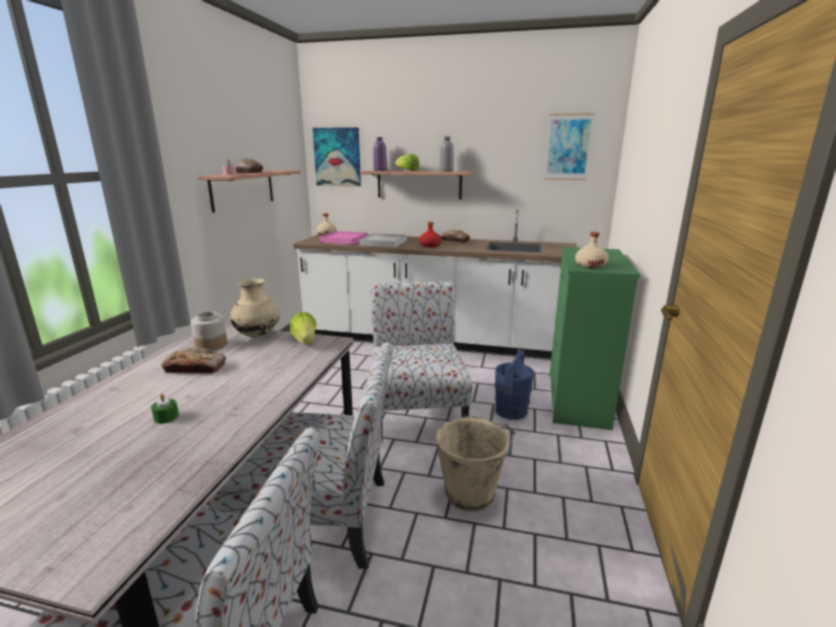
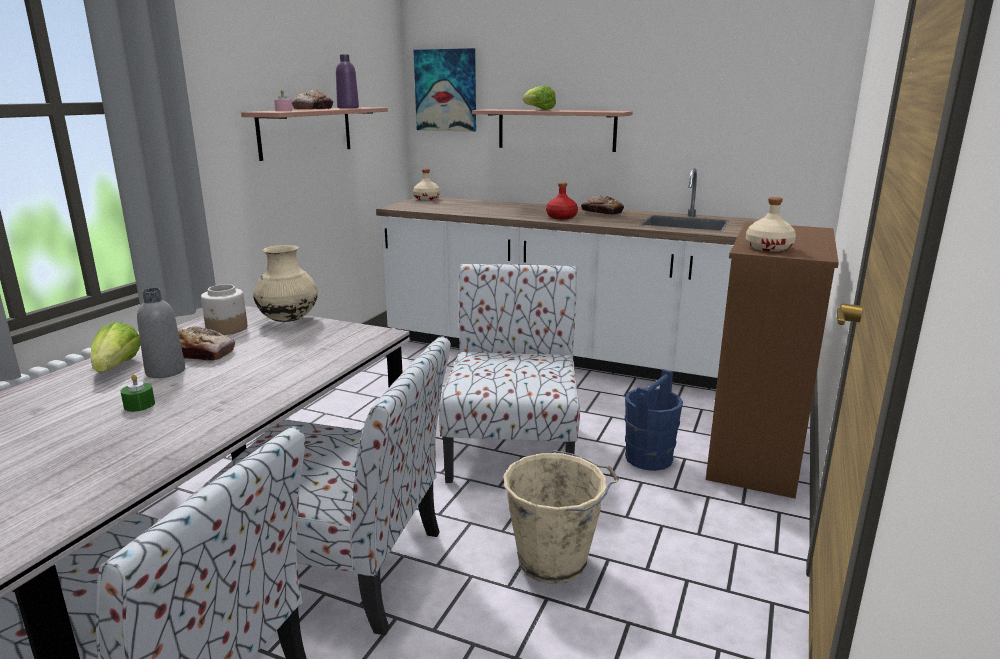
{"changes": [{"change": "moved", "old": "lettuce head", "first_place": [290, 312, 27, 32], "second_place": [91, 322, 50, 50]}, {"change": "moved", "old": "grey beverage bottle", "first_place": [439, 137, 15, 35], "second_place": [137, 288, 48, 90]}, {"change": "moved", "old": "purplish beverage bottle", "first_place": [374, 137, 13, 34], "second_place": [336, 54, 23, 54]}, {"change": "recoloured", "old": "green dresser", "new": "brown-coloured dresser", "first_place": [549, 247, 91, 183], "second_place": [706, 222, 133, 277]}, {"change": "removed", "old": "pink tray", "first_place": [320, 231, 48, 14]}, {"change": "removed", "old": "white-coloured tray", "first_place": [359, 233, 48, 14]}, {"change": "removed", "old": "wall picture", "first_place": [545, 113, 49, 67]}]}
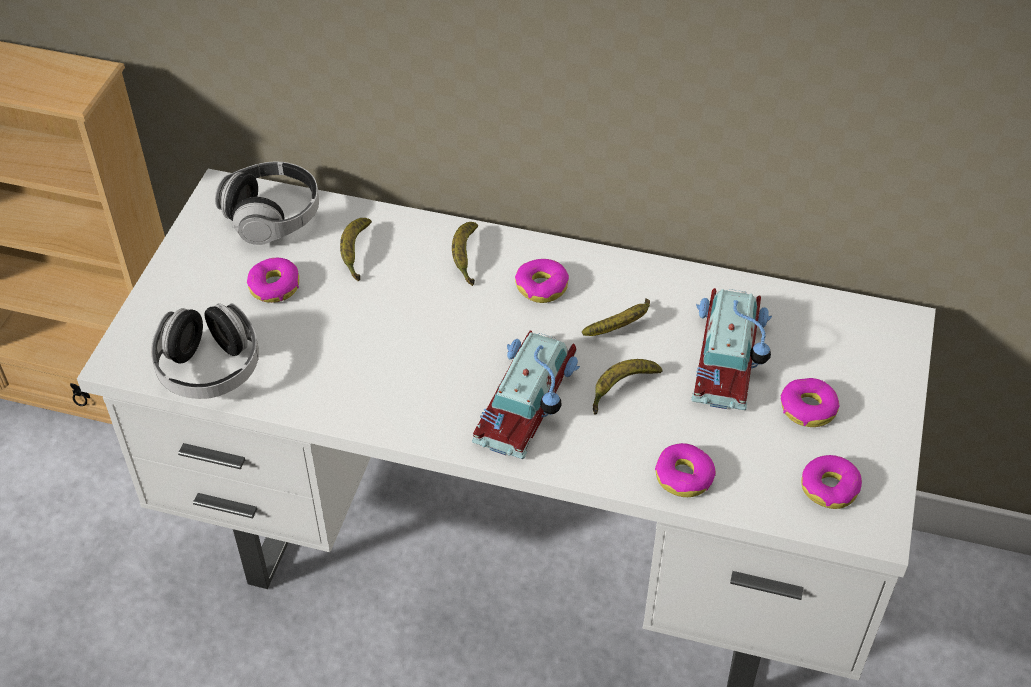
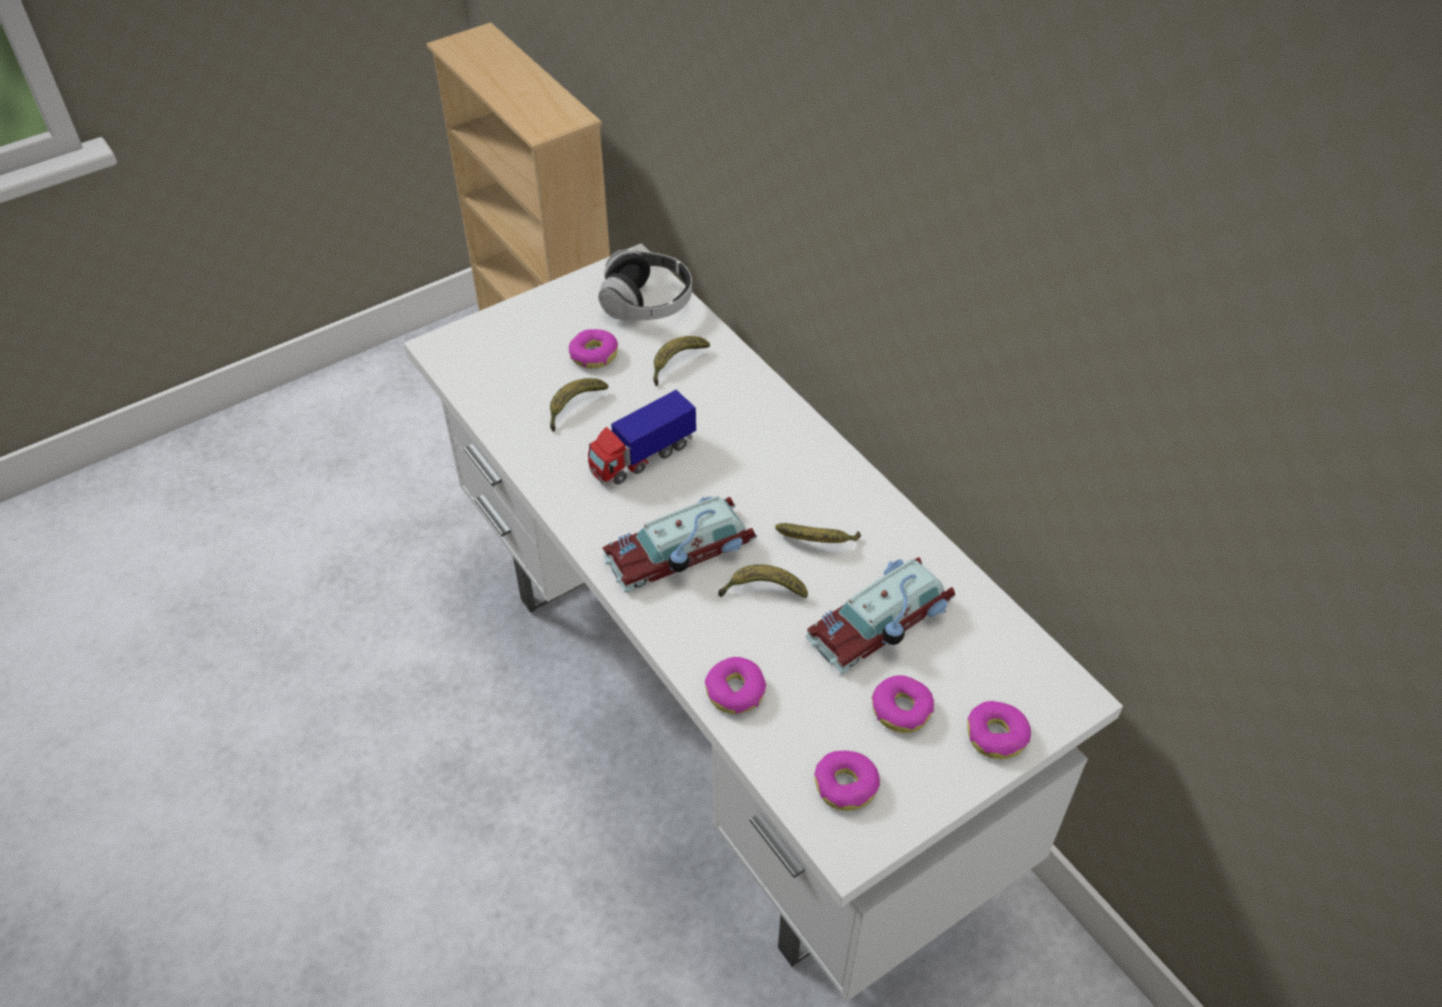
{"changes": [{"change": "moved", "old": "banana", "first_place": [452, 222, 26, 64], "second_place": [550, 378, 59, 54]}, {"change": "added", "new": "model truck", "second_place": [588, 390, 108, 96]}, {"change": "moved", "old": "doughnut", "first_place": [515, 259, 54, 44], "second_place": [967, 701, 64, 58]}, {"change": "removed", "old": "pair of headphones", "first_place": [151, 303, 108, 96]}]}
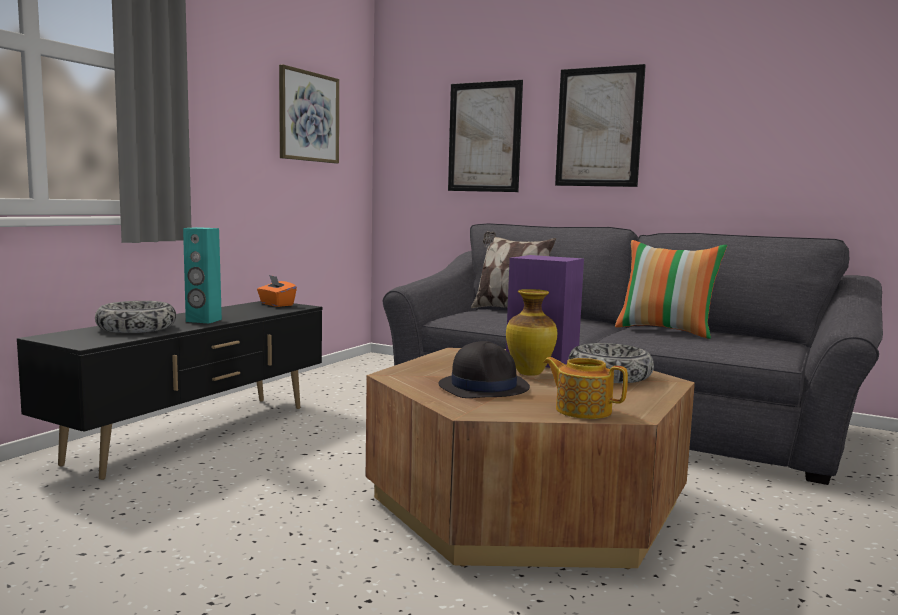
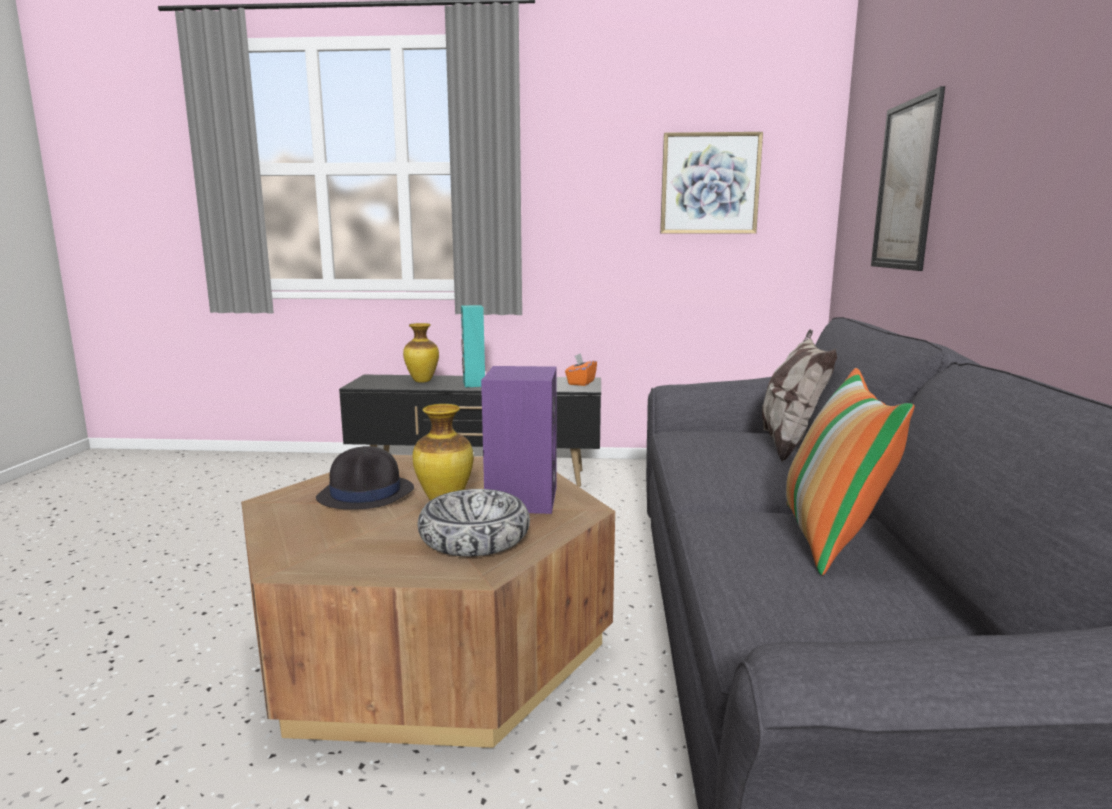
{"changes": [{"change": "replaced", "old": "serving bowl", "new": "flower vase", "first_place": [95, 301, 81, 32], "second_place": [403, 323, 36, 60]}, {"change": "removed", "old": "teapot", "first_place": [543, 357, 85, 62]}, {"change": "removed", "old": "wall picture", "first_place": [555, 64, 91, 123]}]}
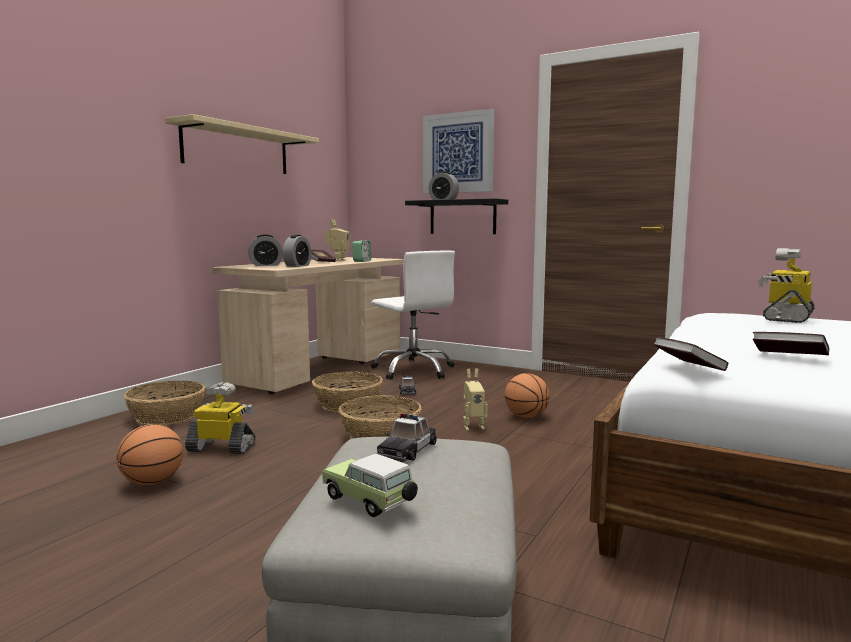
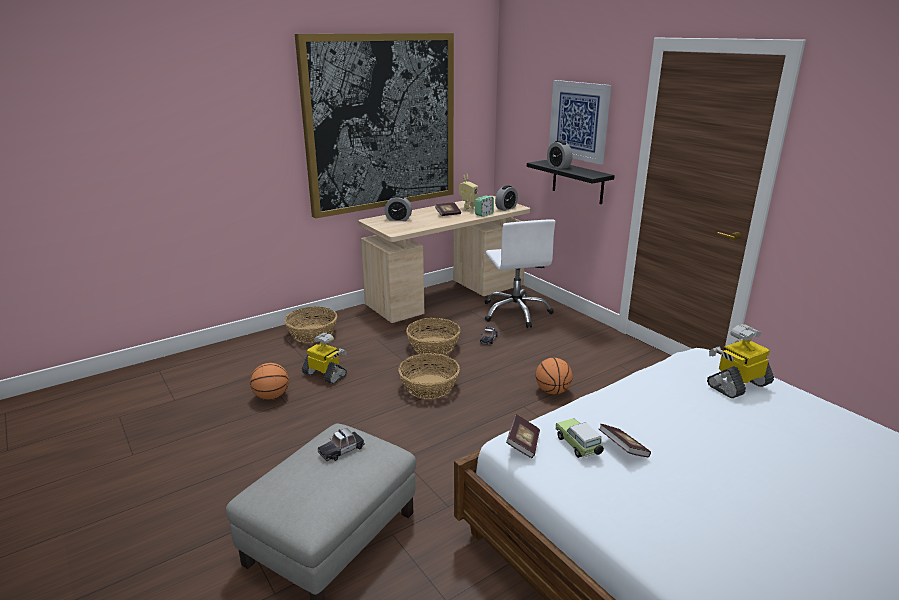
{"changes": [{"change": "replaced", "old": "sand-coloured shelf", "new": "wall picture", "first_place": [165, 114, 154, 60], "second_place": [295, 33, 159, 186]}, {"change": "moved", "old": "alarm clock", "first_place": [283, 235, 28, 32], "second_place": [495, 185, 23, 26]}, {"change": "moved", "old": "model car", "first_place": [322, 454, 96, 63], "second_place": [555, 418, 49, 40]}, {"change": "removed", "old": "toy robot", "first_place": [463, 368, 25, 63]}]}
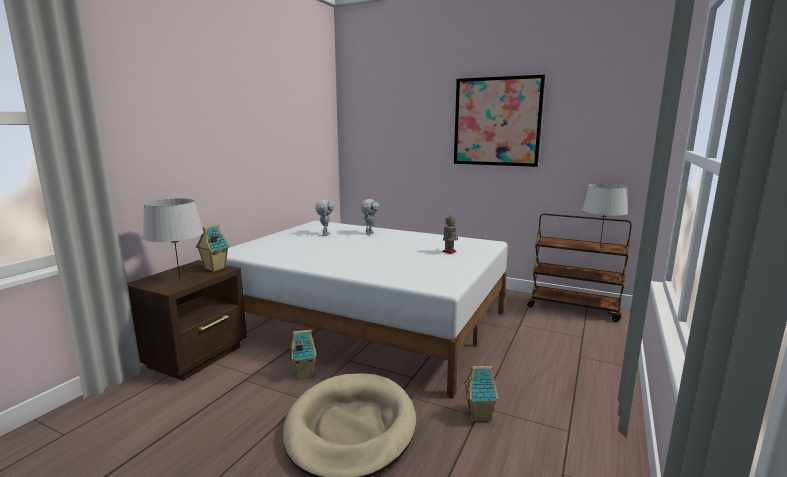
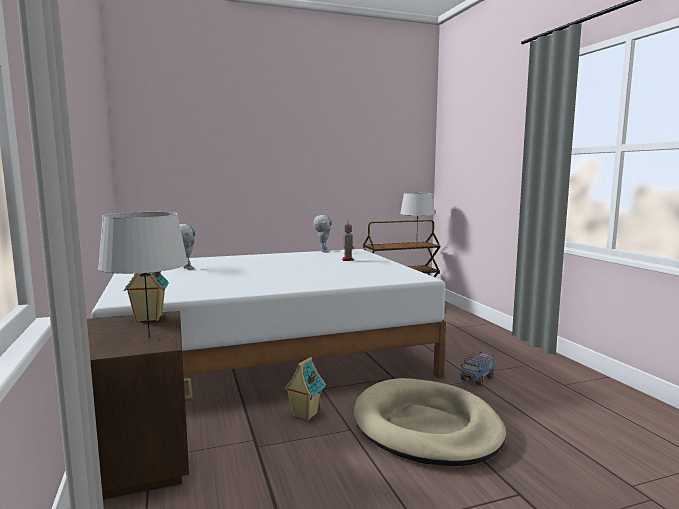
{"changes": [{"change": "moved", "old": "toy robot", "first_place": [361, 199, 18, 36], "second_place": [313, 215, 19, 38]}, {"change": "replaced", "old": "miniature house", "new": "model truck", "first_place": [464, 364, 34, 58], "second_place": [460, 352, 35, 34]}, {"change": "removed", "old": "wall picture", "first_place": [454, 74, 91, 93]}]}
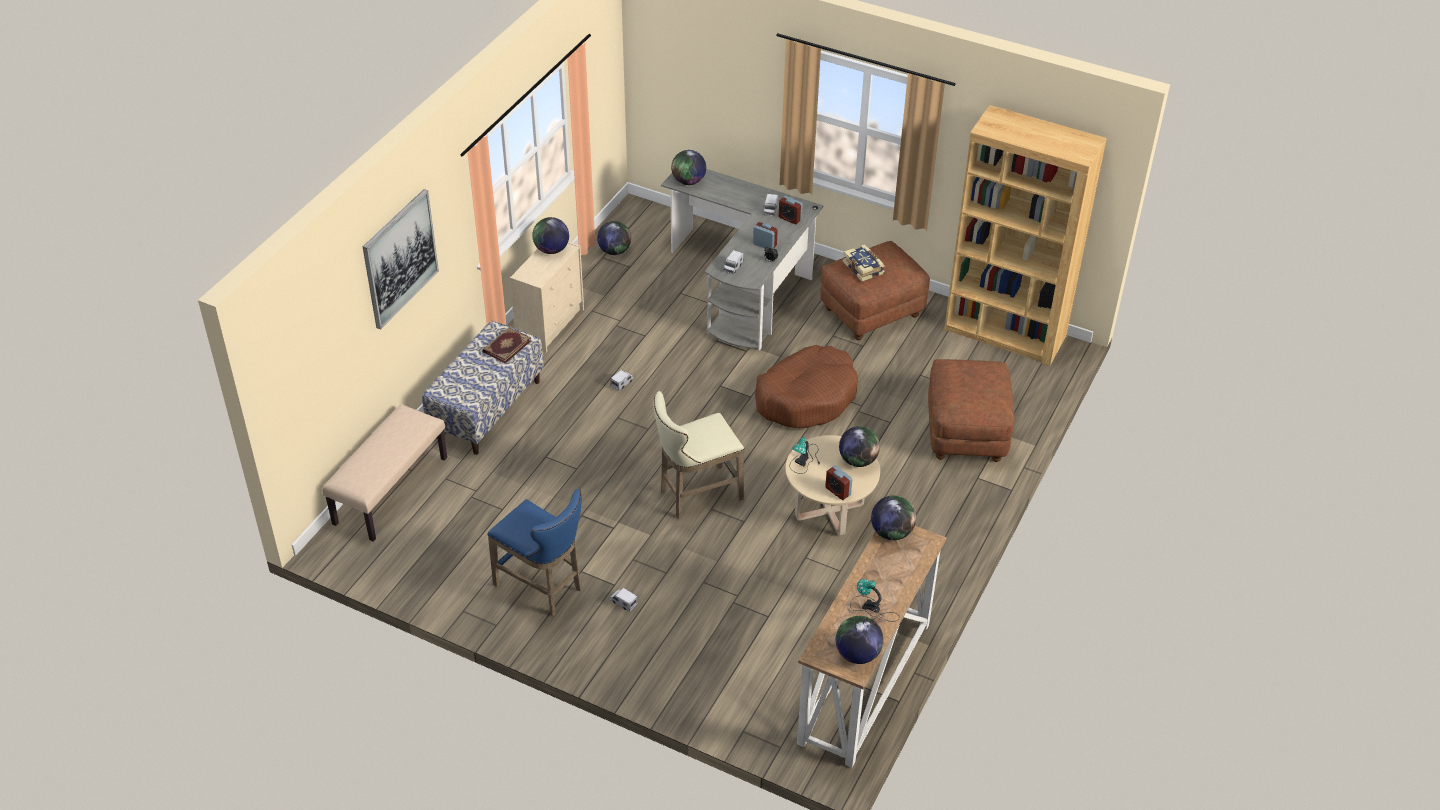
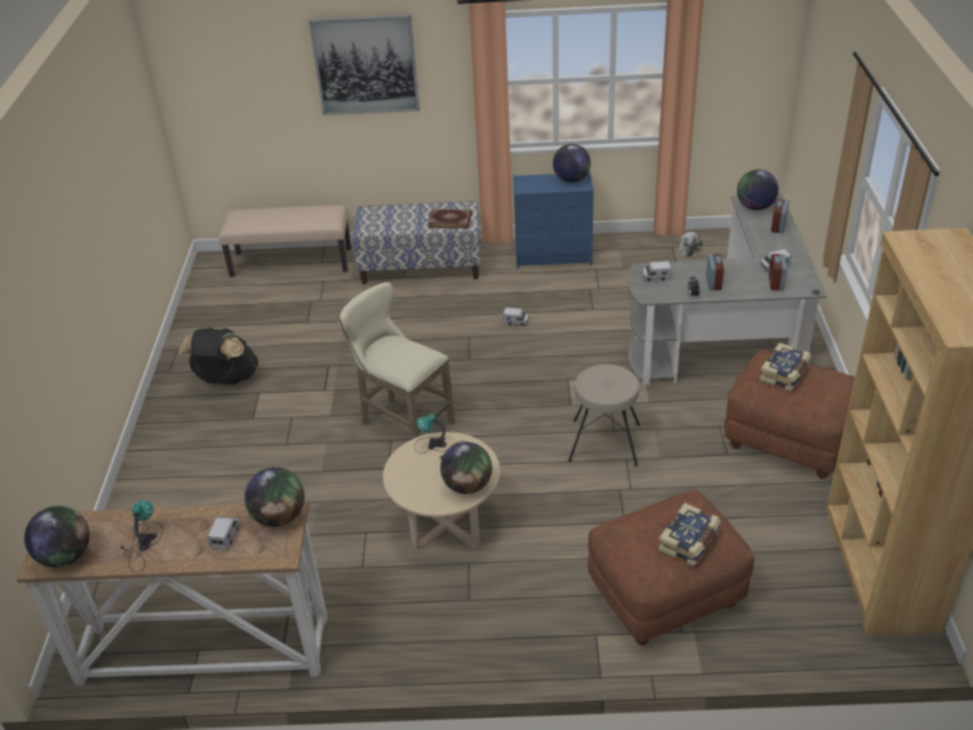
{"changes": [{"change": "replaced", "old": "bluish stool seat", "new": "blackish backpack", "first_place": [487, 489, 95, 127], "second_place": [179, 327, 79, 58]}, {"change": "moved", "old": "model truck", "first_place": [610, 588, 28, 24], "second_place": [207, 517, 33, 33]}, {"change": "recoloured", "old": "sand-coloured dresser", "new": "bluish dresser", "first_place": [510, 242, 74, 111], "second_place": [513, 172, 81, 96]}, {"change": "replaced", "old": "brown-coloured dog bed", "new": "sand-coloured stool seat", "first_place": [755, 345, 103, 83], "second_place": [568, 364, 72, 103]}, {"change": "added", "new": "volume", "second_place": [658, 503, 63, 63]}, {"change": "replaced", "old": "world globe", "new": "soft toy", "first_place": [597, 221, 34, 34], "second_place": [677, 232, 25, 25]}, {"change": "moved", "old": "alarm clock", "first_place": [825, 466, 27, 34], "second_place": [771, 199, 18, 34]}]}
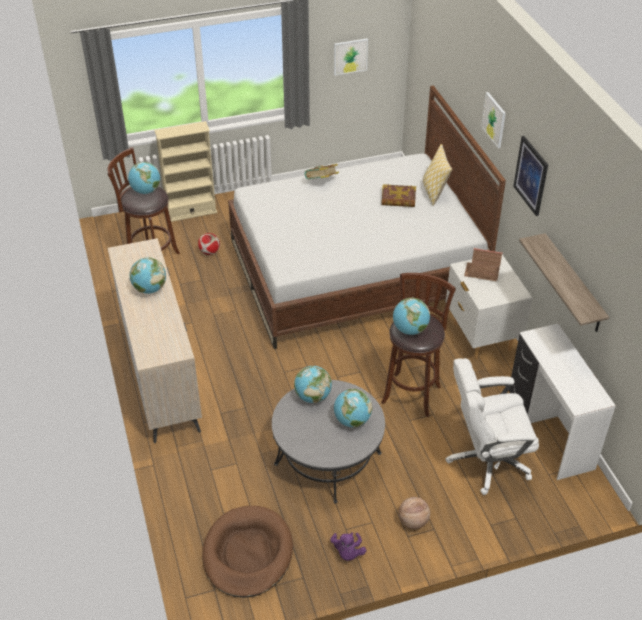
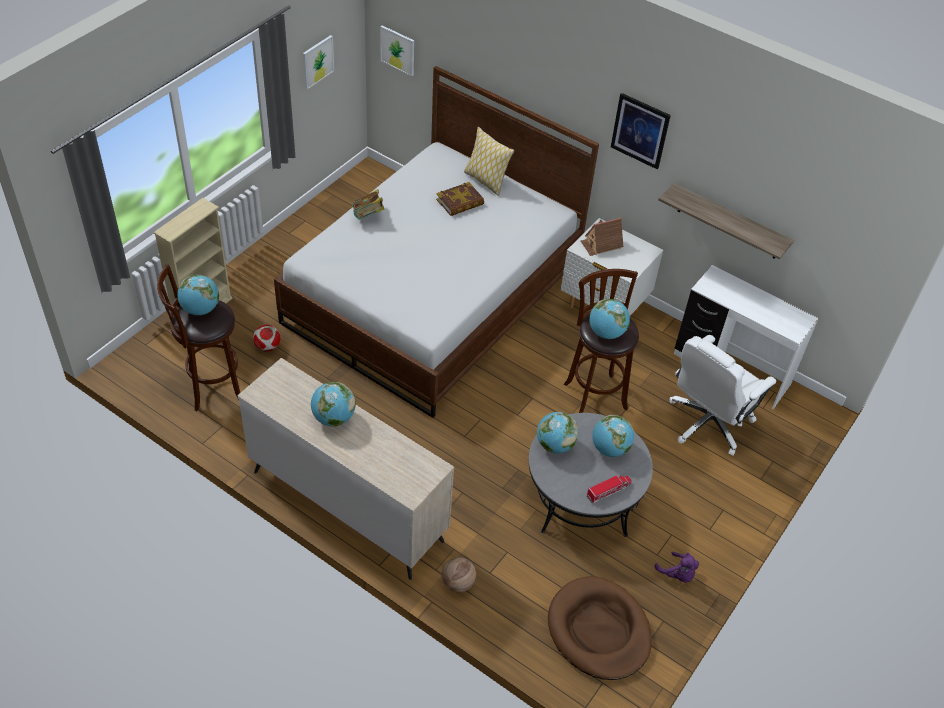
{"changes": [{"change": "moved", "old": "wall picture", "first_place": [481, 92, 25, 56], "second_place": [380, 25, 34, 51]}, {"change": "moved", "old": "basketball", "first_place": [399, 497, 31, 32], "second_place": [442, 557, 34, 36]}, {"change": "added", "new": "model truck", "second_place": [586, 474, 46, 29]}]}
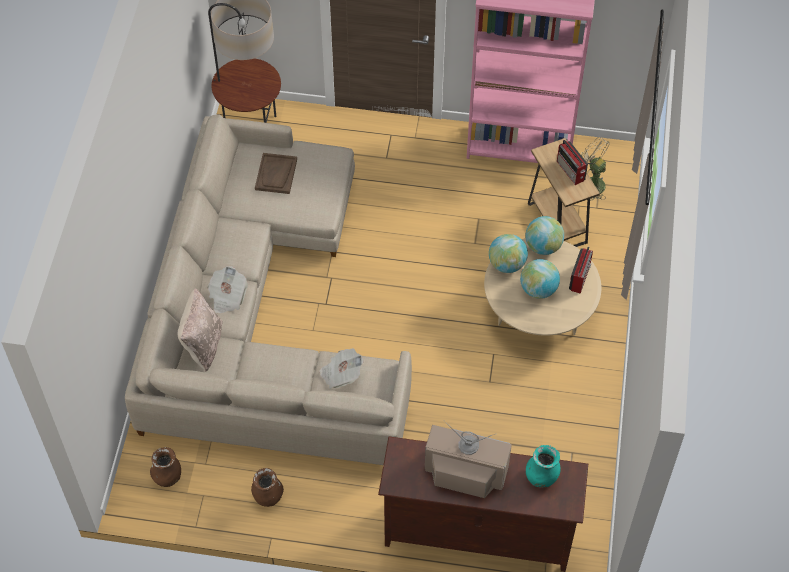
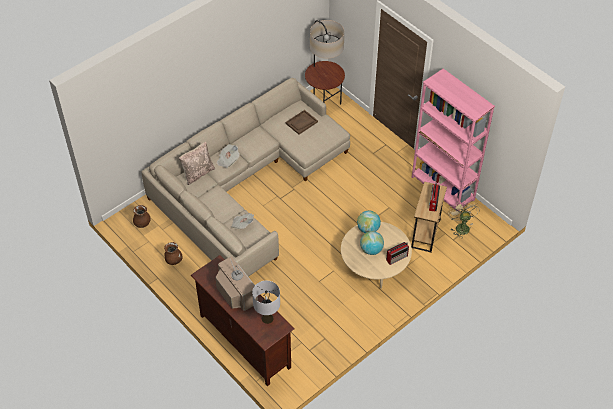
{"changes": [{"change": "replaced", "old": "blue-green flower vase", "new": "grey lamp for a table", "first_place": [526, 445, 35, 43], "second_place": [252, 281, 28, 43]}, {"change": "removed", "old": "world globe", "first_place": [525, 216, 39, 39]}]}
